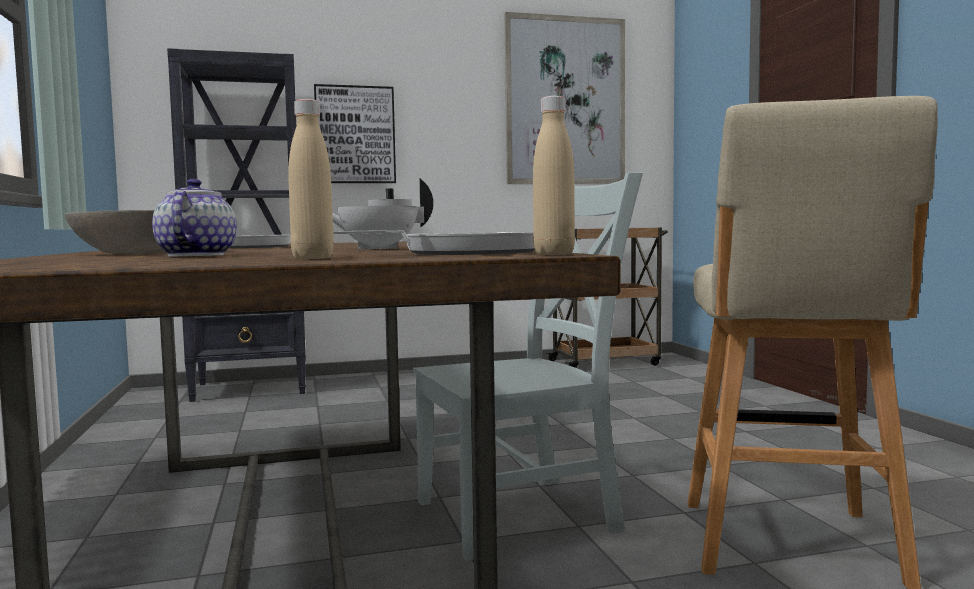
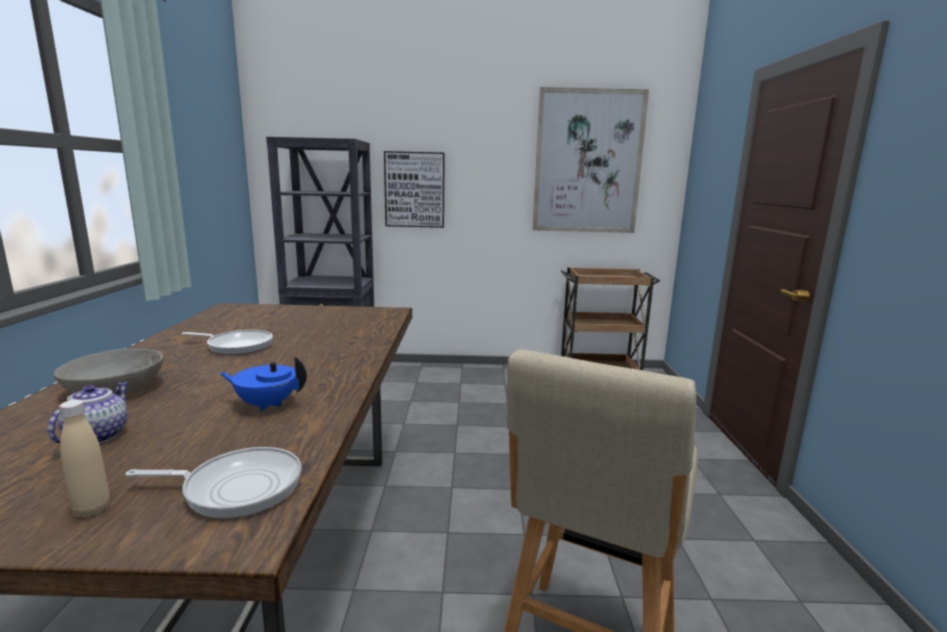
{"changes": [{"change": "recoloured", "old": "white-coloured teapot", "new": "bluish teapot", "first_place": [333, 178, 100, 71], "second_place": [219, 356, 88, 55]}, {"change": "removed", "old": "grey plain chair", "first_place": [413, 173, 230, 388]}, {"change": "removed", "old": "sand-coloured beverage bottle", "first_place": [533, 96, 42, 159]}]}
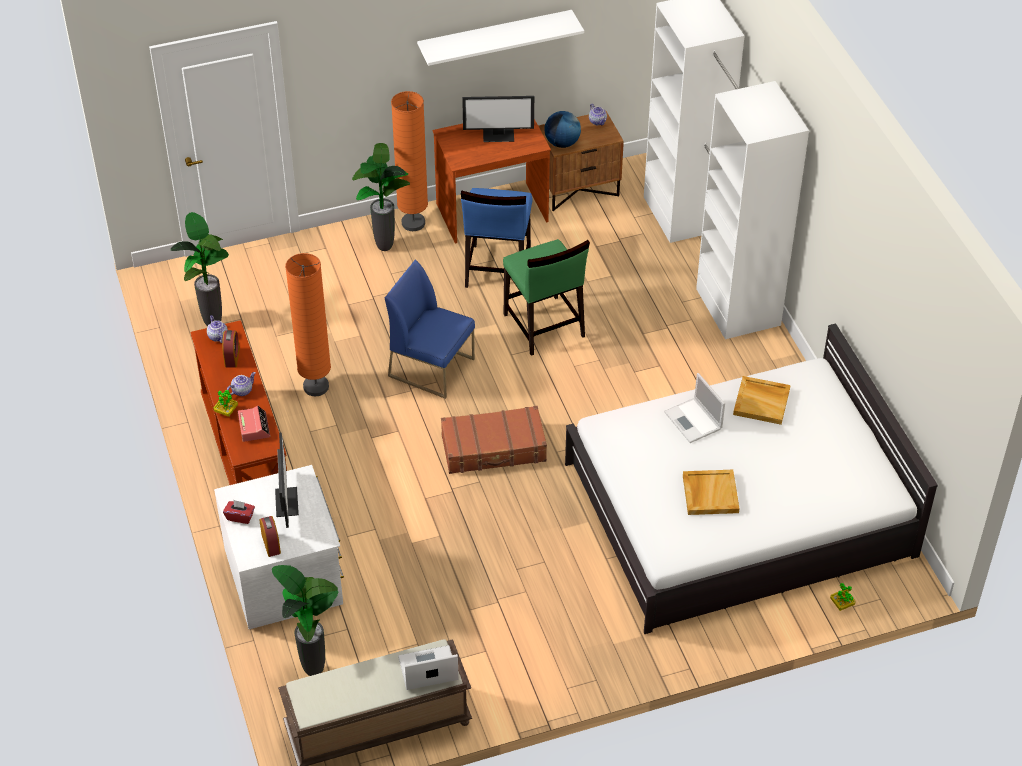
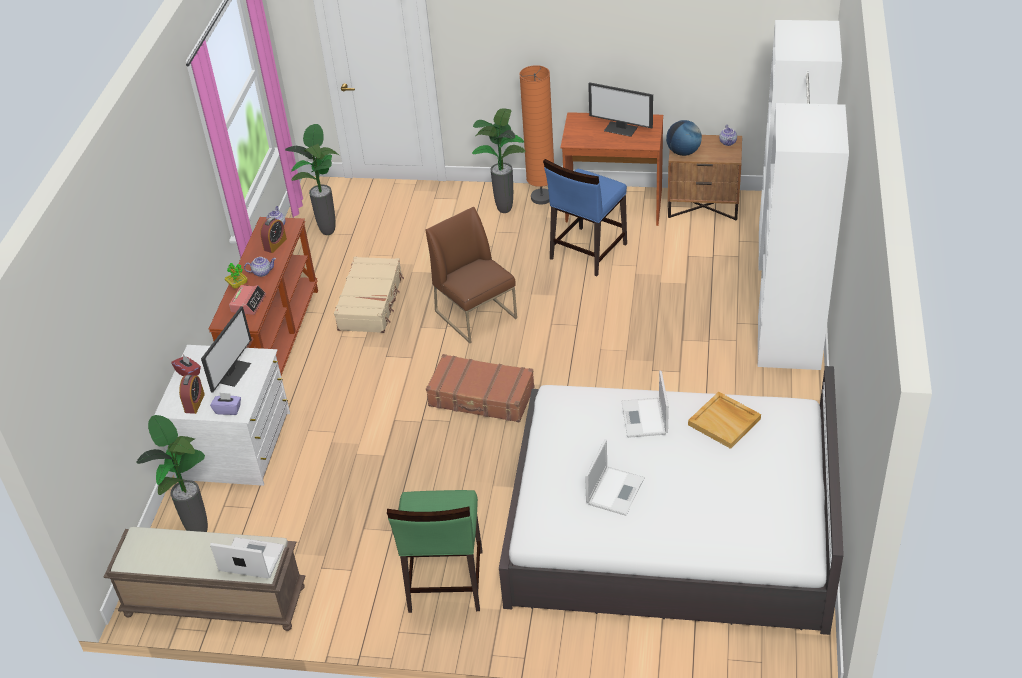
{"changes": [{"change": "added", "new": "purplish tissue holder", "second_place": [210, 392, 31, 23]}, {"change": "replaced", "old": "orangey standard lamp", "new": "sand-coloured piece of luggage", "first_place": [285, 253, 46, 143], "second_place": [334, 257, 70, 76]}, {"change": "moved", "old": "green plain chair", "first_place": [503, 239, 87, 117], "second_place": [387, 490, 95, 123]}, {"change": "recoloured", "old": "bluish plain chair", "new": "brown-coloured plain chair", "first_place": [385, 260, 90, 139], "second_place": [426, 207, 91, 136]}, {"change": "replaced", "old": "sand-coloured tray", "new": "portable computer", "first_place": [683, 470, 57, 45], "second_place": [585, 439, 60, 77]}, {"change": "removed", "old": "white-coloured shelf", "first_place": [417, 10, 167, 56]}, {"change": "removed", "old": "plant in a pot", "first_place": [830, 583, 26, 28]}]}
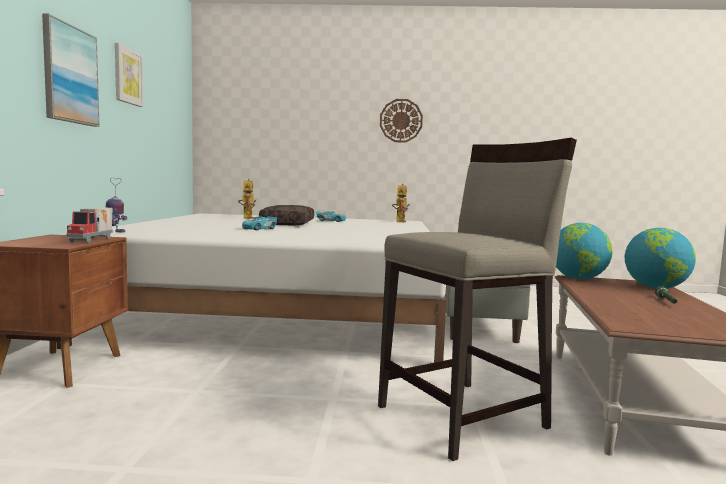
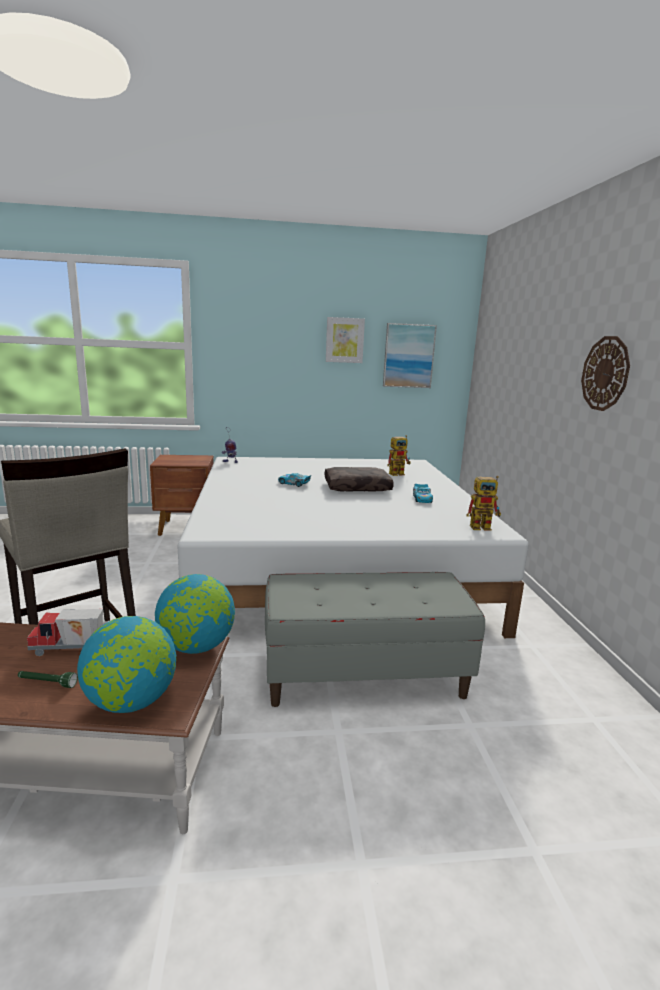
{"changes": [{"change": "moved", "old": "model truck", "first_place": [66, 207, 47, 36], "second_place": [27, 609, 76, 47]}, {"change": "moved", "old": "wall picture", "first_place": [42, 13, 57, 114], "second_place": [383, 323, 54, 65]}]}
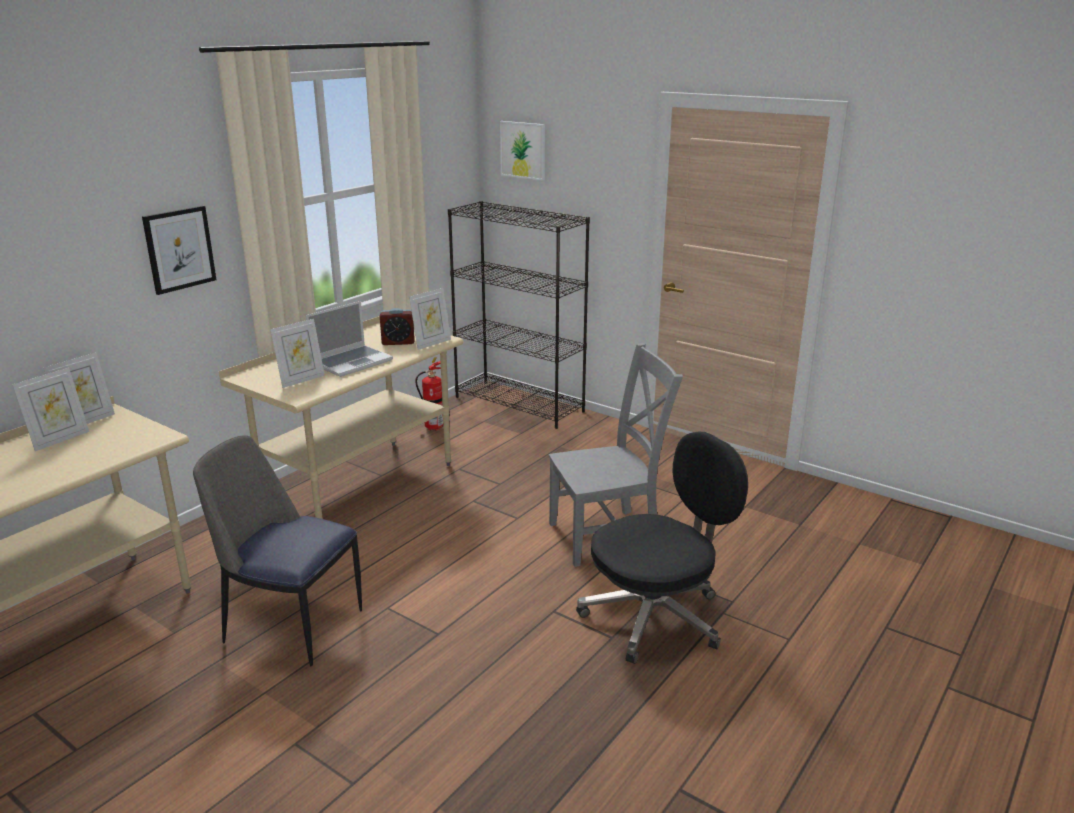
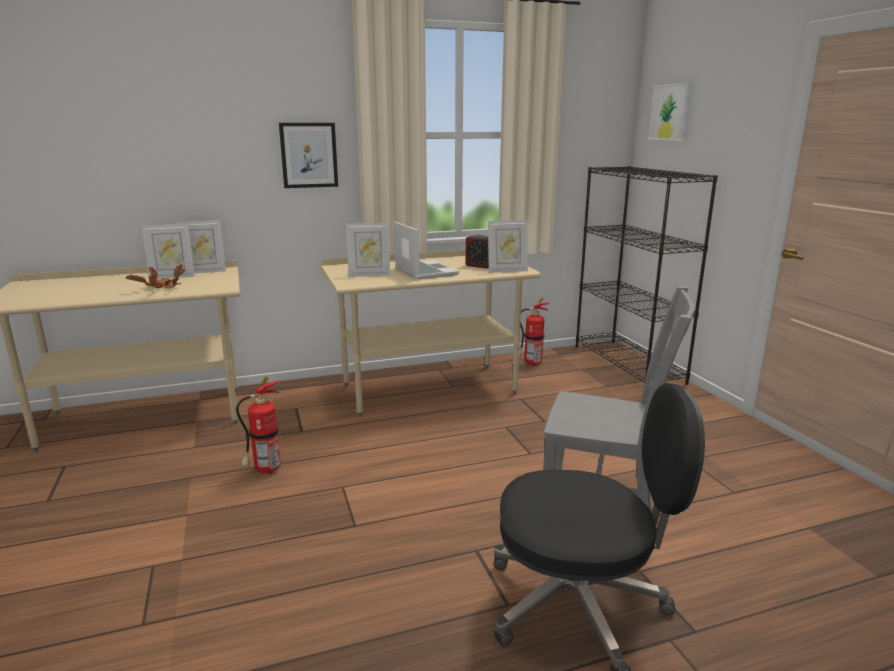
{"changes": [{"change": "added", "new": "plant in a pot", "second_place": [125, 264, 61, 25]}, {"change": "replaced", "old": "plain chair", "new": "fire-fighting cylinder", "first_place": [193, 436, 169, 230], "second_place": [236, 377, 45, 97]}, {"change": "turned", "old": "portable computer", "first_place": [306, 301, 87, 76], "second_place": [394, 222, 65, 58], "degrees": -105}]}
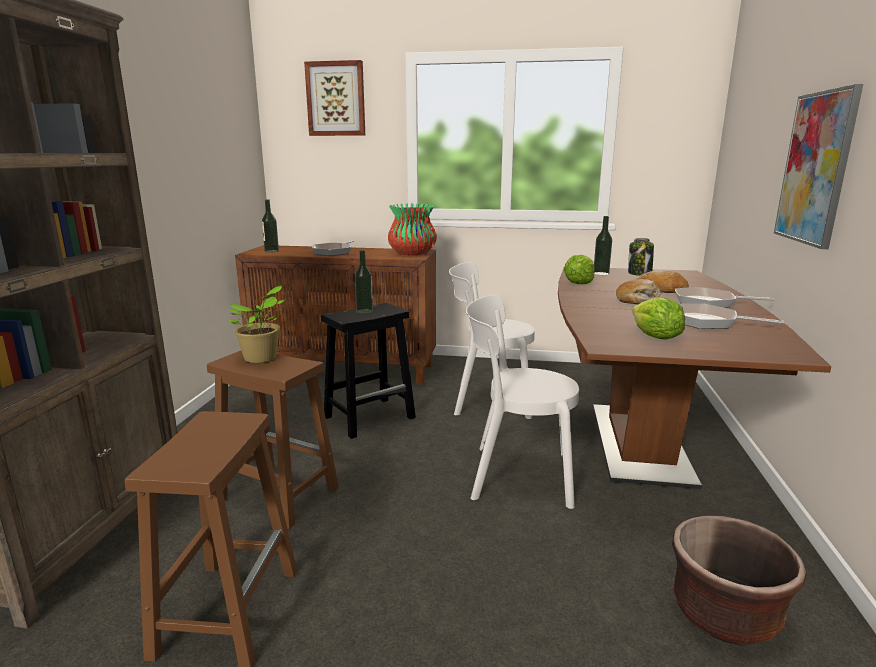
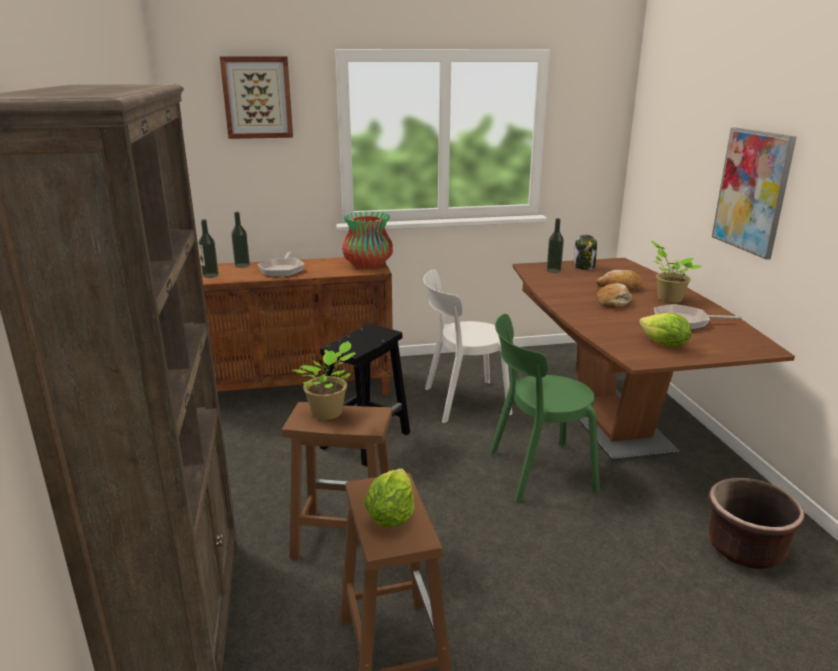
{"changes": [{"change": "moved", "old": "beverage bottle", "first_place": [355, 250, 18, 64], "second_place": [231, 212, 19, 56]}, {"change": "moved", "old": "lettuce head", "first_place": [564, 255, 30, 29], "second_place": [364, 468, 51, 59]}, {"change": "recoloured", "old": "white-coloured plain chair", "new": "green plain chair", "first_place": [466, 294, 113, 215], "second_place": [489, 314, 111, 189]}, {"change": "replaced", "old": "skillet", "new": "plant in a pot", "first_place": [675, 287, 100, 21], "second_place": [651, 241, 50, 62]}]}
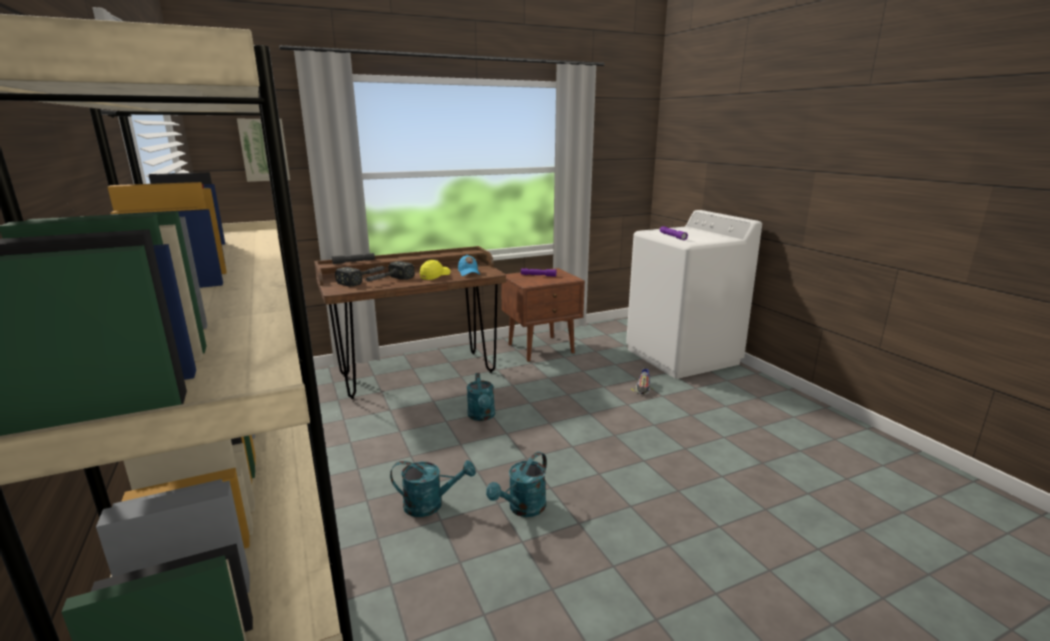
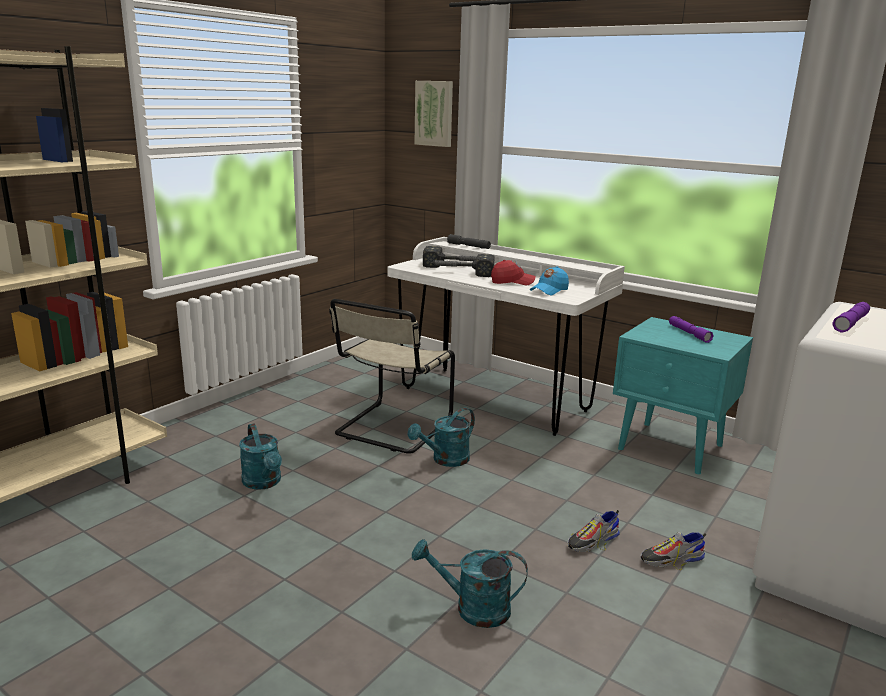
{"changes": [{"change": "added", "new": "sand-coloured plain chair", "second_place": [329, 299, 126, 155]}, {"change": "recoloured", "old": "brown-coloured desk", "new": "white-coloured desk", "first_place": [314, 246, 192, 153], "second_place": [387, 237, 238, 199]}, {"change": "moved", "old": "blue-green sprinkling can", "first_place": [486, 452, 61, 65], "second_place": [412, 539, 116, 89]}, {"change": "recoloured", "old": "yellow cap", "new": "reddish cap", "first_place": [420, 260, 31, 20], "second_place": [491, 260, 44, 25]}, {"change": "added", "new": "low shoe", "second_place": [567, 510, 53, 42]}, {"change": "recoloured", "old": "brown-coloured bedside table", "new": "blue-green bedside table", "first_place": [501, 268, 84, 94], "second_place": [613, 317, 140, 157]}]}
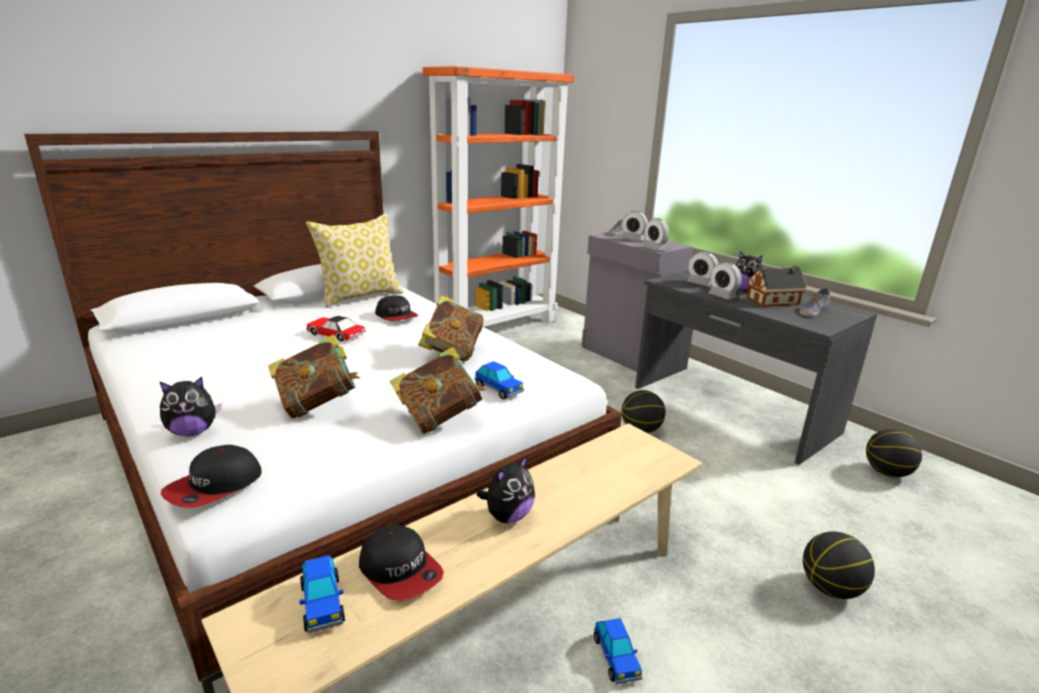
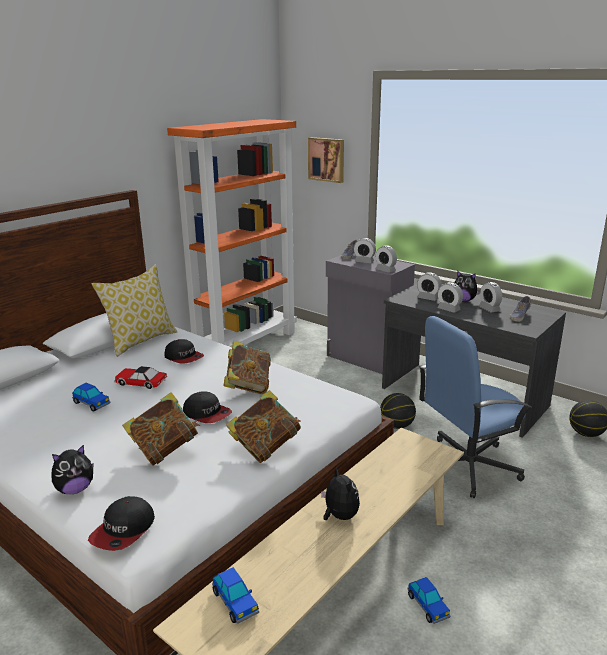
{"changes": [{"change": "moved", "old": "model car", "first_place": [475, 361, 49, 38], "second_place": [72, 383, 39, 28]}, {"change": "moved", "old": "cap", "first_place": [359, 524, 85, 77], "second_place": [183, 392, 49, 31]}, {"change": "added", "new": "wall picture", "second_place": [308, 137, 36, 46]}, {"change": "turned", "old": "soft toy", "first_place": [477, 455, 58, 68], "second_place": [321, 467, 39, 53], "degrees": -60}, {"change": "added", "new": "bluish desk chair", "second_place": [419, 316, 113, 182]}, {"change": "replaced", "old": "miniature house", "new": "alarm clock", "first_place": [747, 265, 60, 41], "second_place": [479, 282, 23, 31]}, {"change": "removed", "old": "basketball", "first_place": [803, 531, 72, 68]}]}
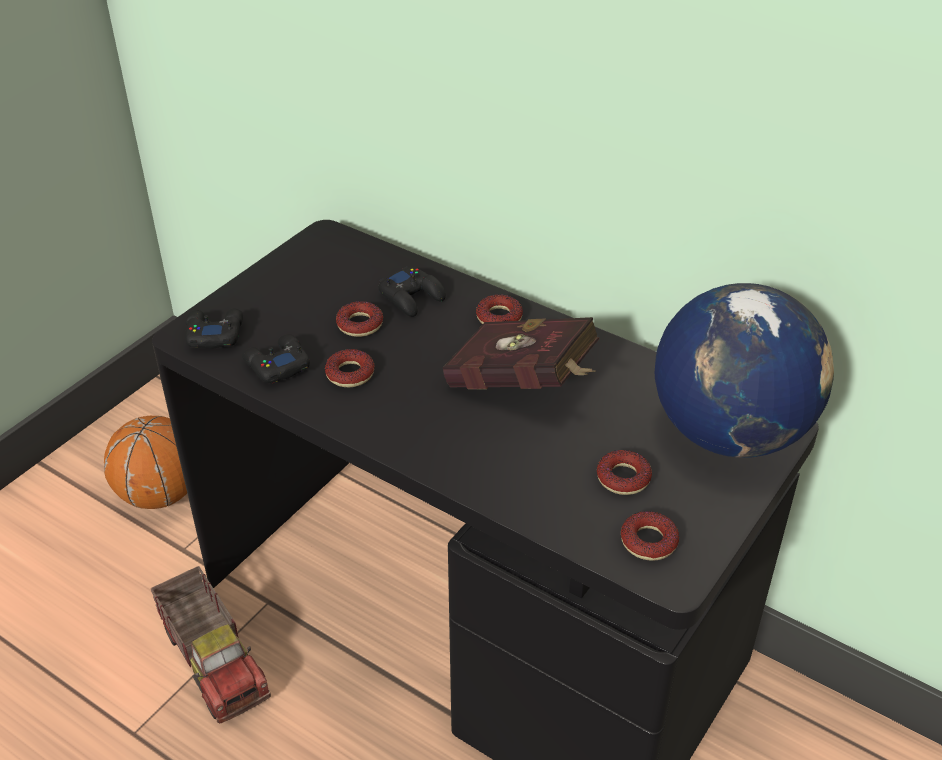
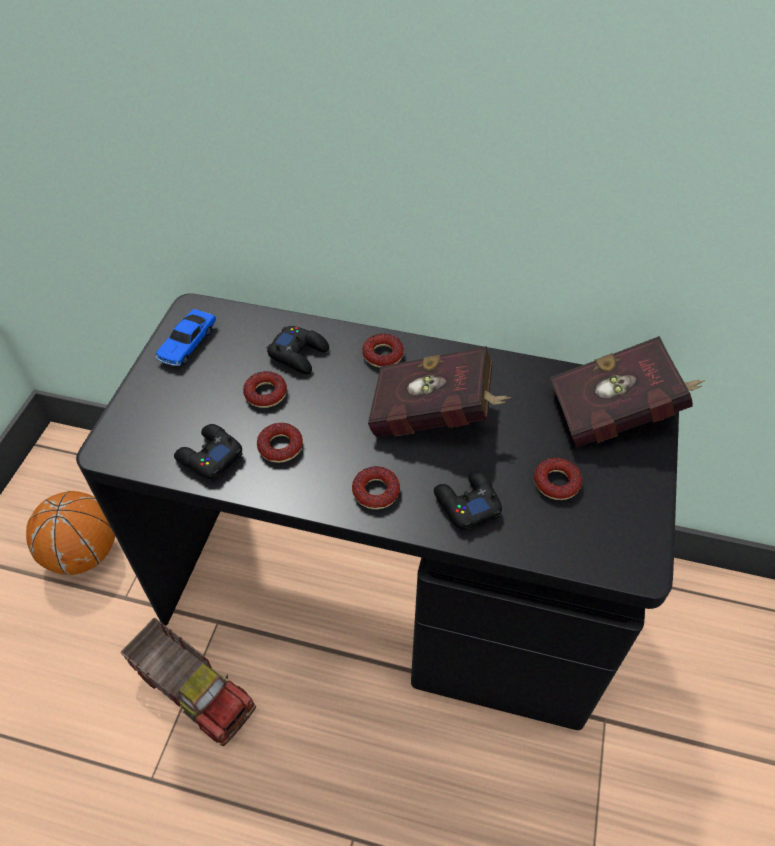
{"changes": [{"change": "added", "new": "model car", "second_place": [156, 309, 60, 57]}, {"change": "moved", "old": "doughnut", "first_place": [621, 511, 58, 50], "second_place": [352, 466, 48, 43]}, {"change": "moved", "old": "blackish game controller", "first_place": [185, 309, 58, 40], "second_place": [434, 471, 68, 59]}, {"change": "replaced", "old": "world globe", "new": "reddish volume", "first_place": [655, 283, 179, 175], "second_place": [550, 336, 155, 112]}]}
